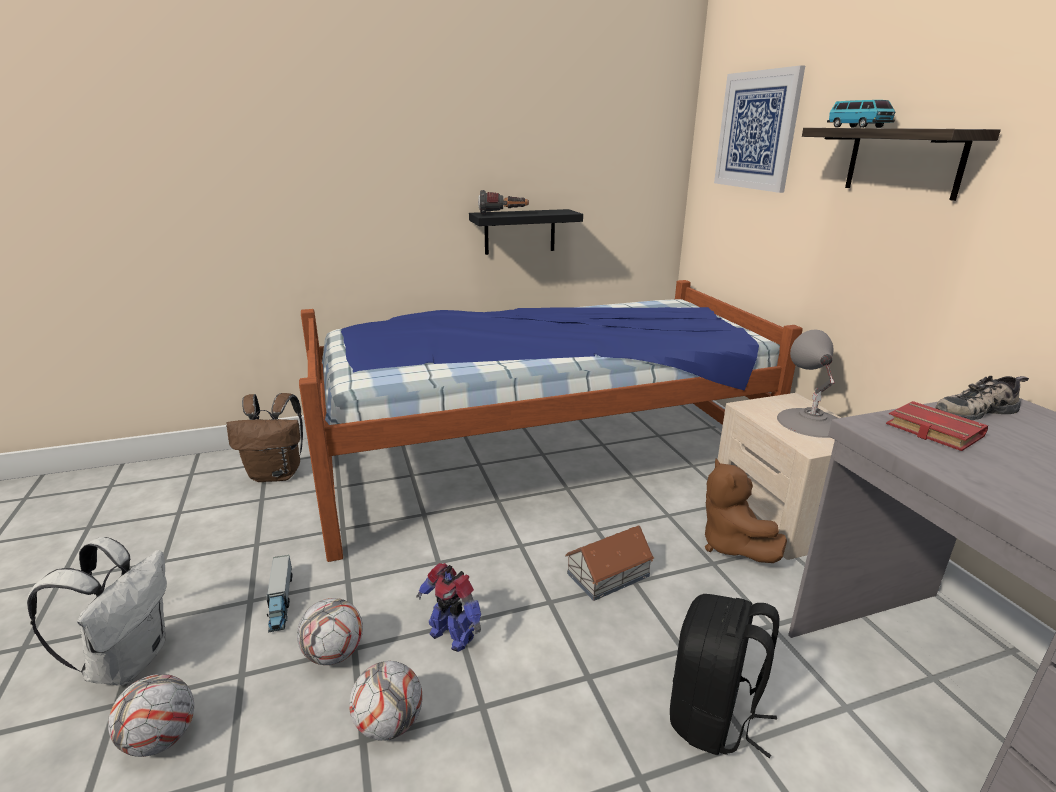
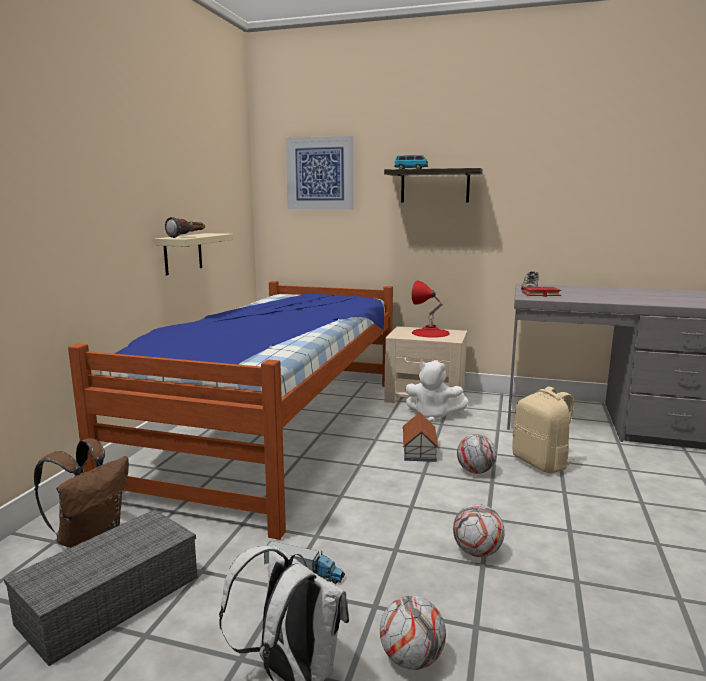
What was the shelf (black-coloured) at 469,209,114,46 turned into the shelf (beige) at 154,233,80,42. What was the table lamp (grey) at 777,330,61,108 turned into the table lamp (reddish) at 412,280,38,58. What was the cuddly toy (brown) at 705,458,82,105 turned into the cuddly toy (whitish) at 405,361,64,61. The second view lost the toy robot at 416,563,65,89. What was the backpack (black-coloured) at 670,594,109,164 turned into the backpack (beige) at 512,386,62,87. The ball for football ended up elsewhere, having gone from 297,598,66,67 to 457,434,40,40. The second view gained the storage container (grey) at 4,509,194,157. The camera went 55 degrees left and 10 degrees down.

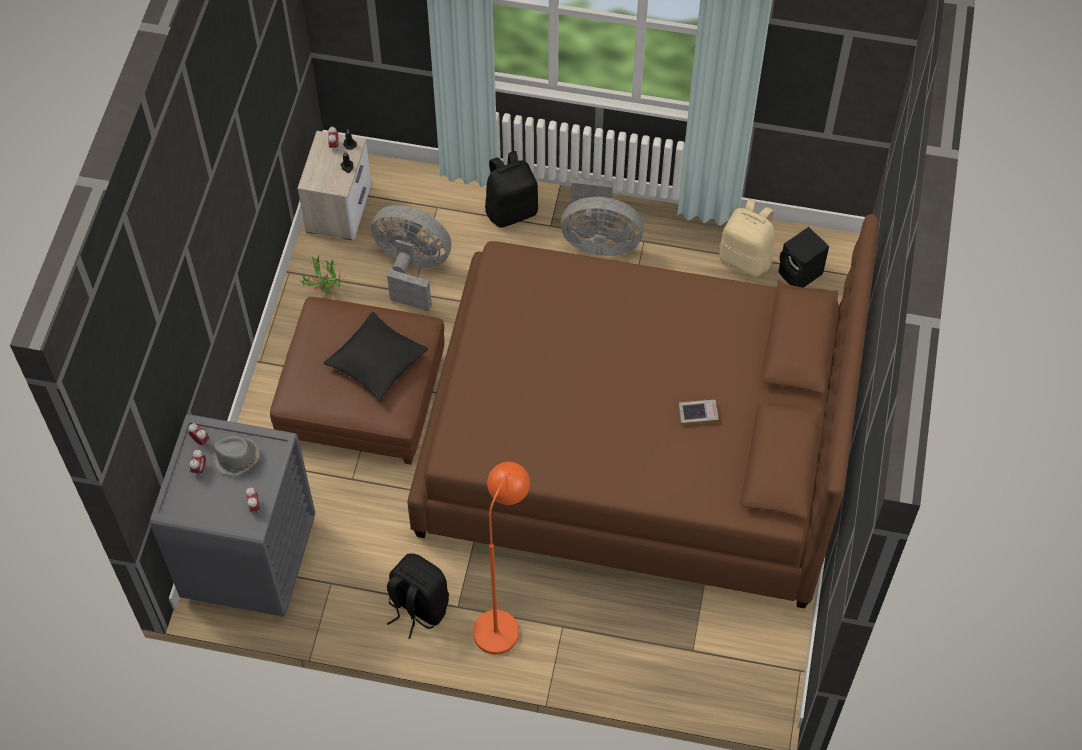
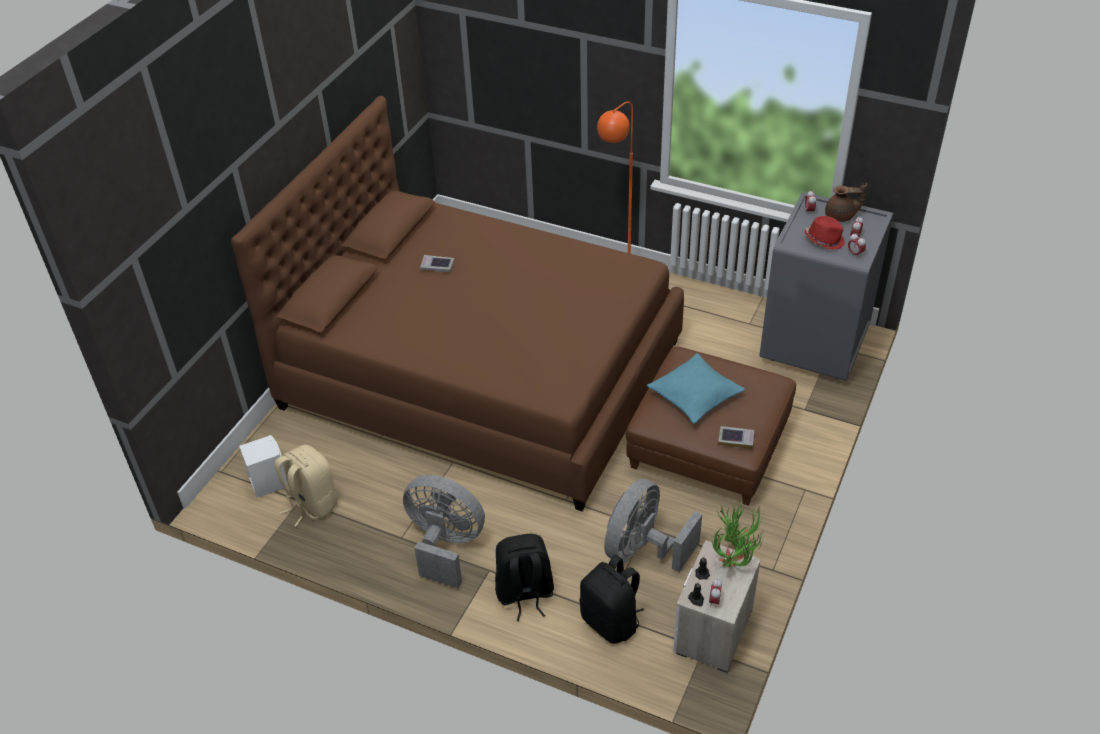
The cooling fan (grey) at 371,205,81,106 ended up facing another way, 90 degrees clockwise from before. What was the speaker (black-coloured) at 778,227,51,61 turned into the speaker (whitish) at 239,435,49,63. What was the pillow (black-coloured) at 324,312,104,89 turned into the pillow (blue-green) at 647,353,98,71. What was the hat (grey) at 212,436,48,39 turned into the hat (reddish) at 805,216,40,34. The backpack (black-coloured) ended up elsewhere, having gone from 387,553,62,86 to 580,554,64,90. The second view gained the teapot (brown) at 825,183,42,39. The second view gained the book at 718,426,36,23. The second view gained the plant in a pot at 712,524,50,44. The camera went 165 degrees left and 15 degrees down.

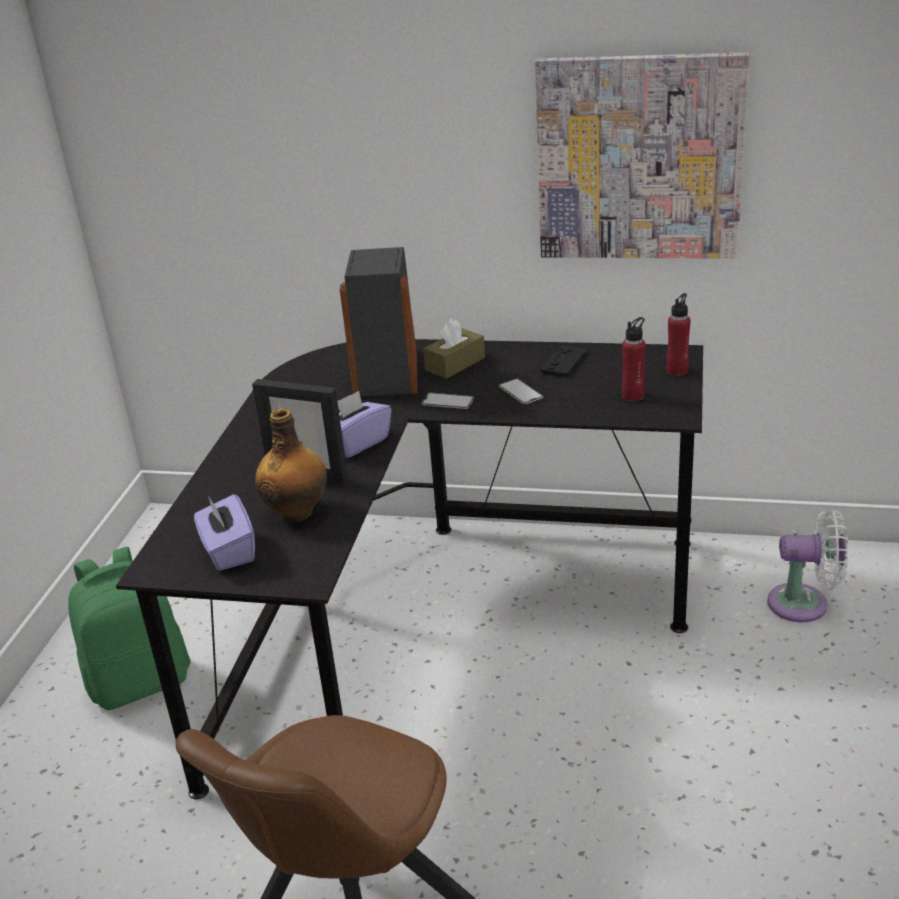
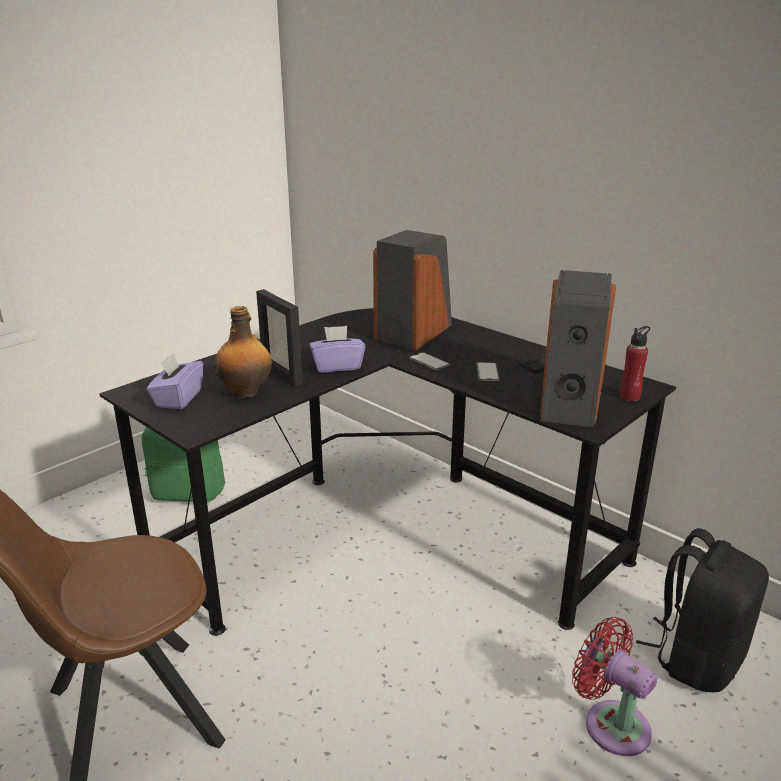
The second view lost the picture at 535,52,215,207. Where the drink bottle (reddish) stood at 622,317,24,84, the speaker came to stand at 540,270,76,158. The second view lost the box of tissues (brown) at 423,319,62,60. Where the cooling fan (whitish) stood at 767,509,81,113, the backpack (black-coloured) came to stand at 636,528,133,164. The second view gained the cooling fan (reddish) at 572,617,85,139. The camera went 30 degrees right and 5 degrees down.

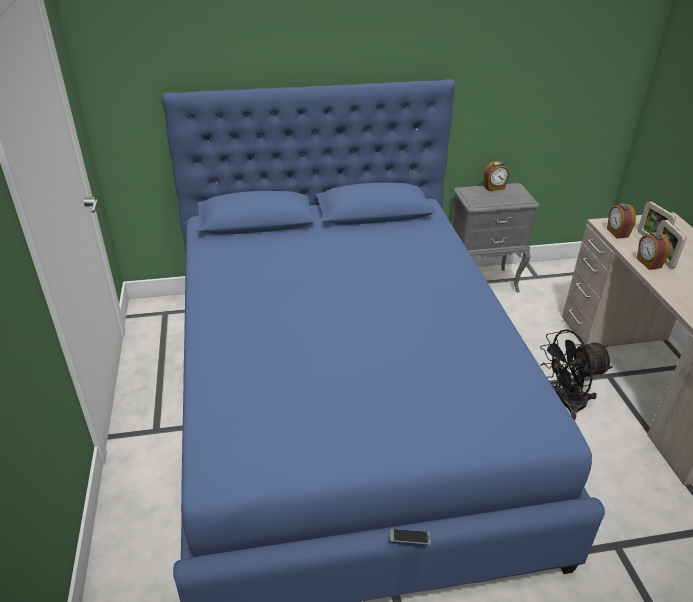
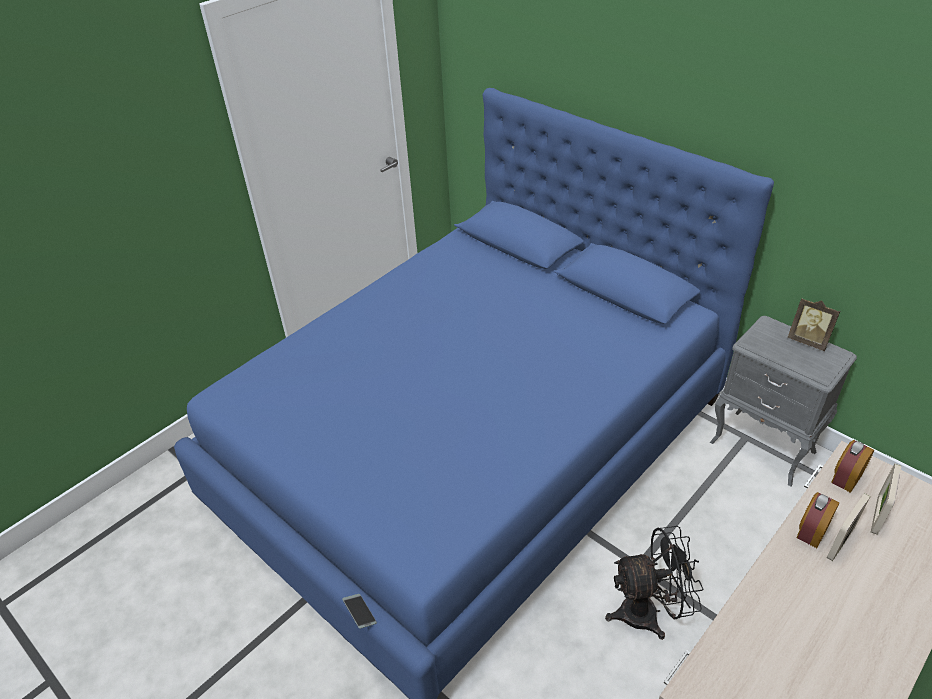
Where the alarm clock stood at 484,161,26,30, the picture frame came to stand at 788,298,52,53. The cooling fan (black-coloured) at 540,329,72,91 ended up facing another way, 135 degrees clockwise from before. The handset ended up elsewhere, having gone from 390,529,41,16 to 342,594,35,35. The camera went 55 degrees right and 5 degrees up.

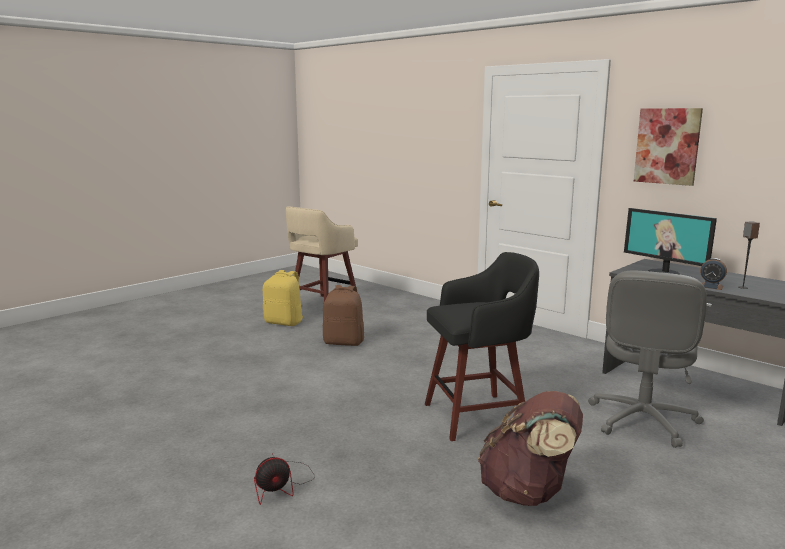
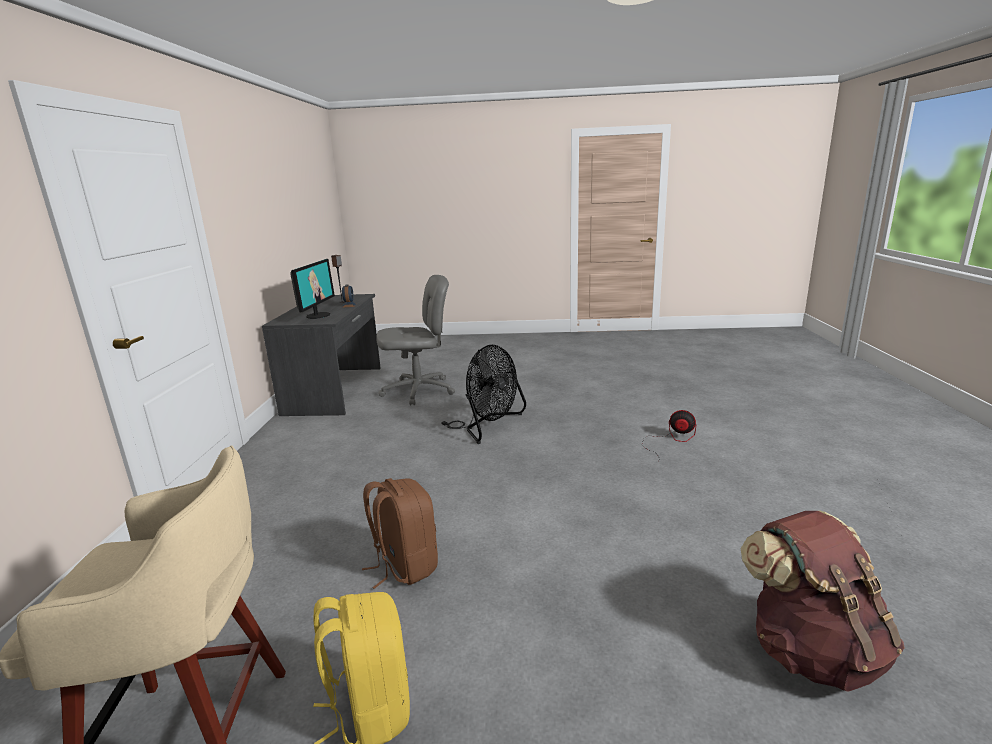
The second view lost the picture at 634,108,69,78. Where the sitting stool (black-coloured) stood at 425,252,114,189, the cooling fan (black-coloured) came to stand at 441,345,85,99. The backpack (brown) ended up elsewhere, having gone from 478,391,105,115 to 741,510,164,182. The camera went 130 degrees left and 5 degrees up.

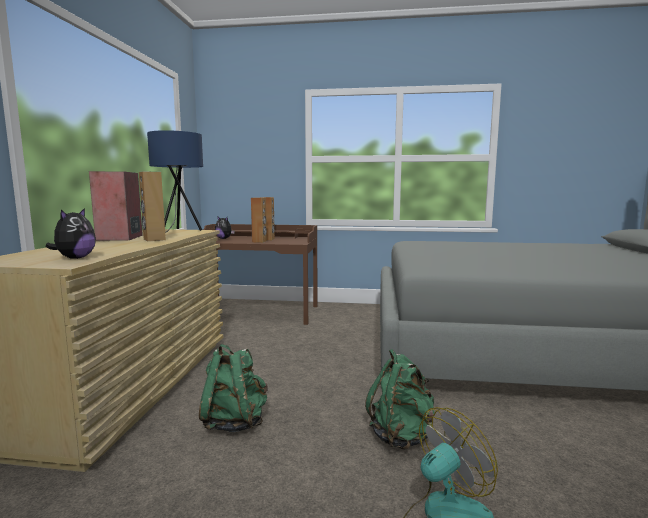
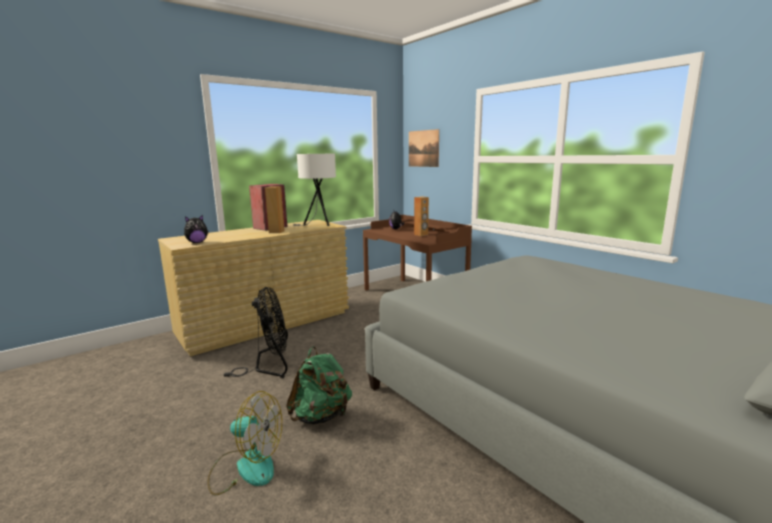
What was the table lamp (bluish) at 147,130,56,103 turned into the table lamp (whitish) at 293,154,43,72. The second view lost the speaker (brown) at 251,197,16,46. Where the backpack (greenish) stood at 199,344,69,88, the cooling fan (black-coloured) came to stand at 223,287,65,91. The second view gained the picture at 409,129,30,38. The camera went 45 degrees right and 5 degrees up.

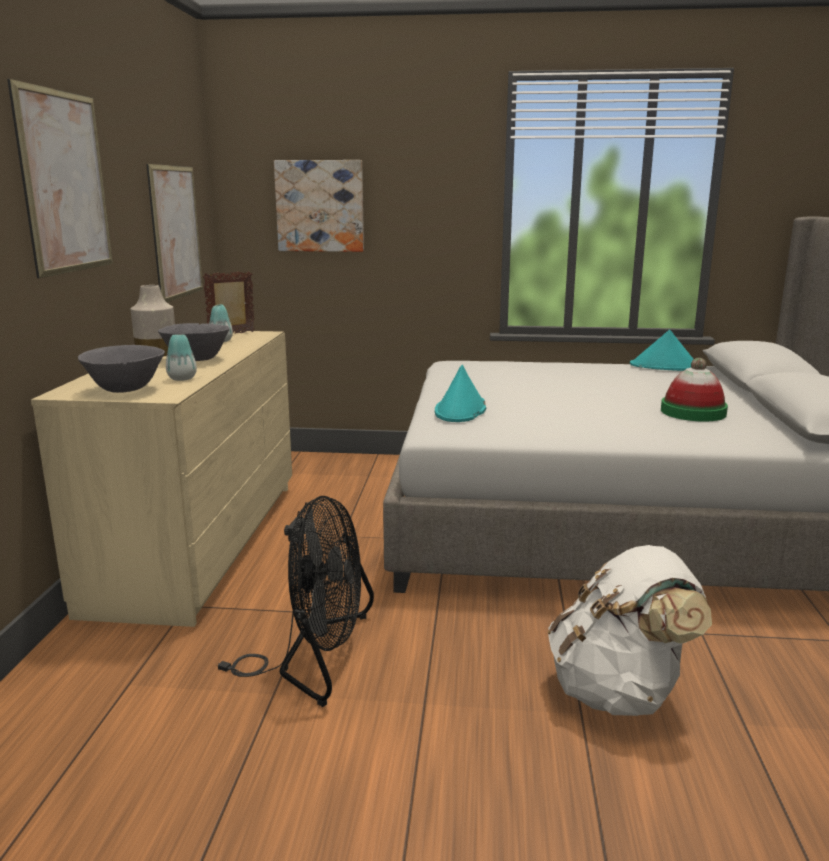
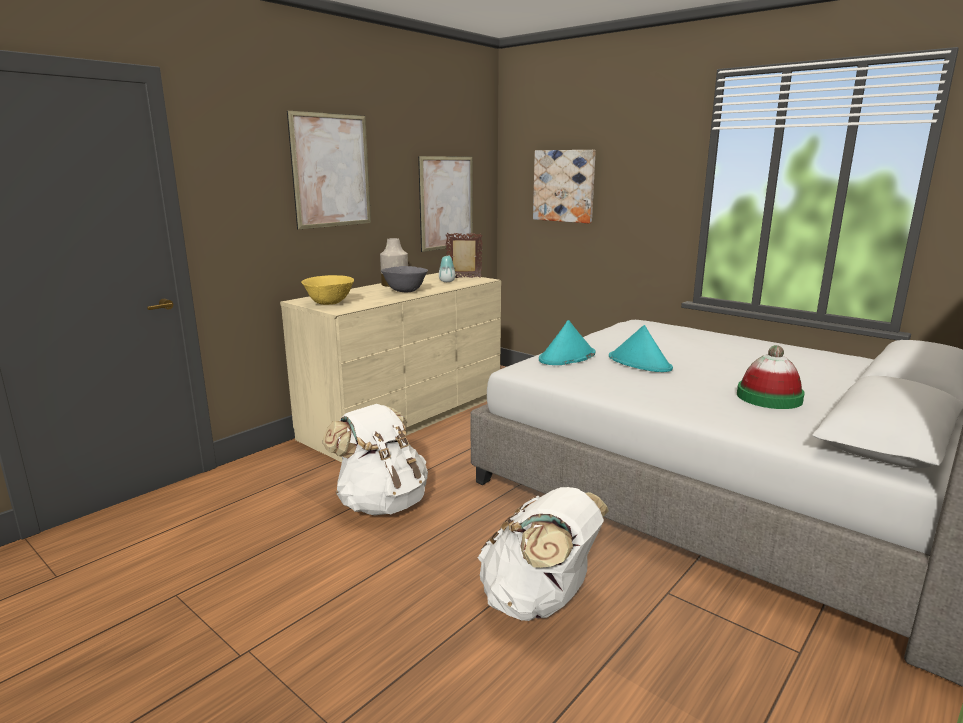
The hat (blue-green) ended up elsewhere, having gone from 630,330,64,41 to 609,325,64,47. The second view lost the decorative vase at 166,334,31,47. What was the bowl (grey) at 78,345,87,48 turned into the bowl (yellowish) at 301,275,53,30. Where the cooling fan (black-coloured) stood at 217,496,157,211, the backpack (whitish) came to stand at 323,404,105,111. The camera went 35 degrees right and 0 degrees up.

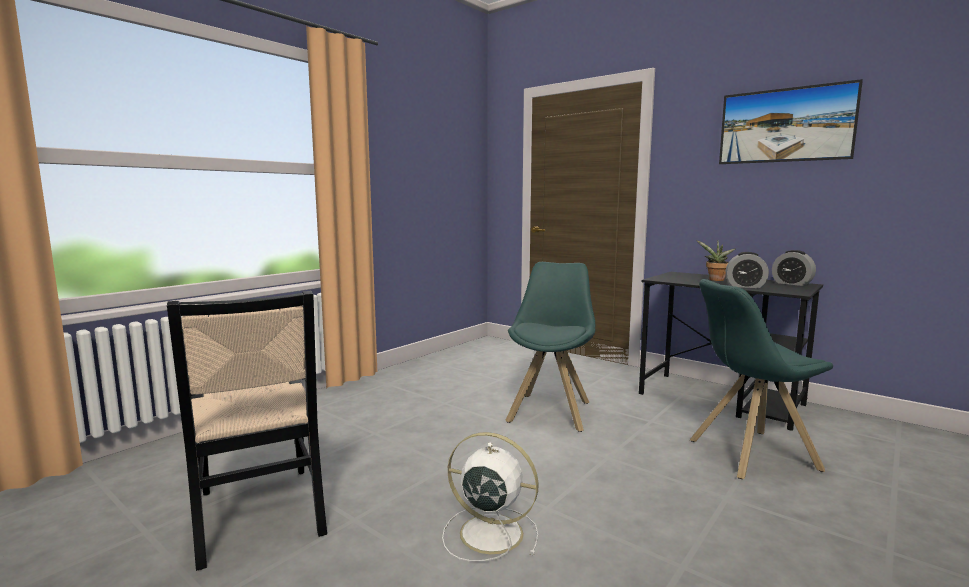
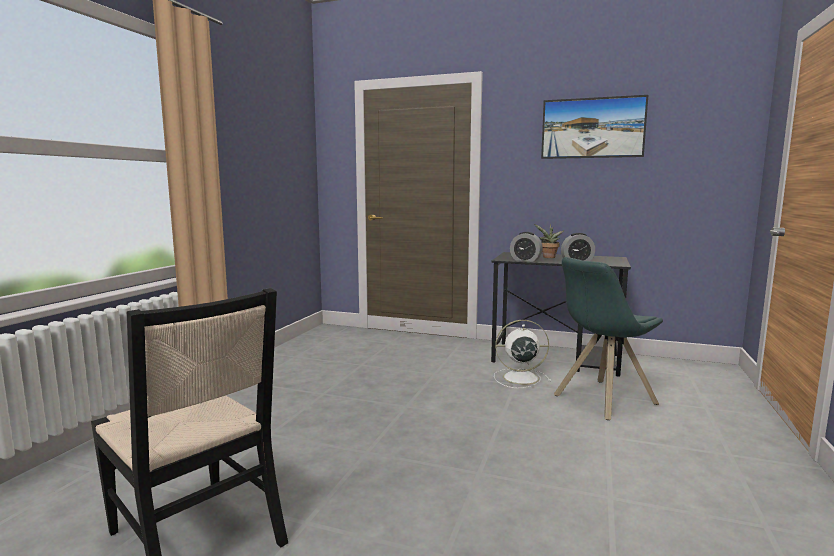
The alarm clock ended up elsewhere, having gone from 772,250,44,36 to 510,232,33,30. The second view lost the chair (blue-green) at 505,262,90,170. The cooling fan (whitish) ended up elsewhere, having gone from 442,432,97,130 to 494,320,57,68. The camera went 20 degrees left and 0 degrees up.

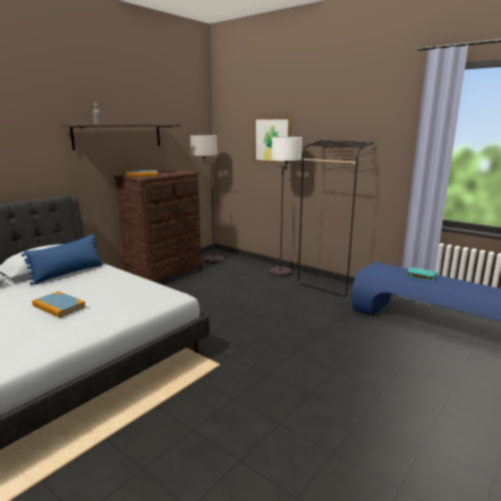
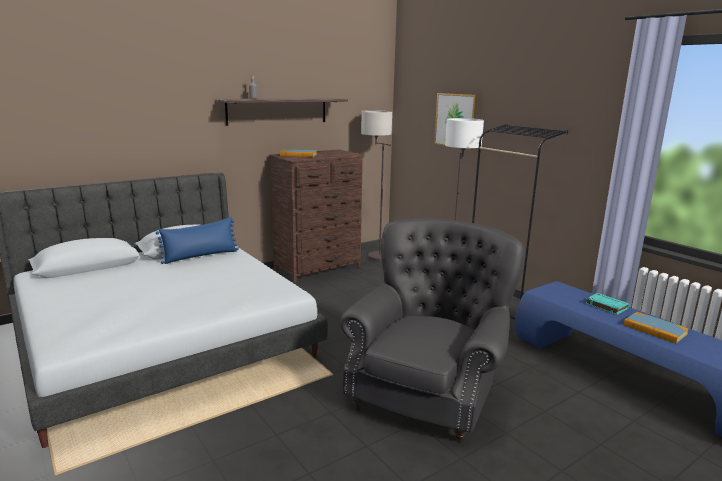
The book ended up elsewhere, having gone from 32,291,54,27 to 624,312,65,31. The second view gained the armchair (grey) at 340,218,185,225. The camera went 15 degrees right and 0 degrees up.

